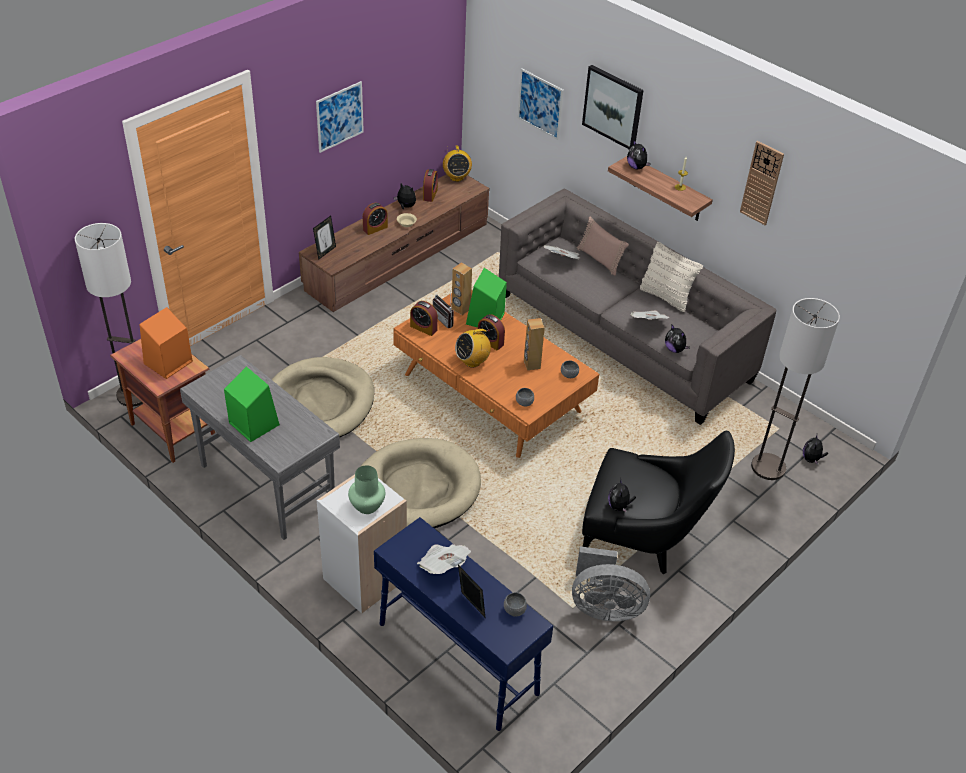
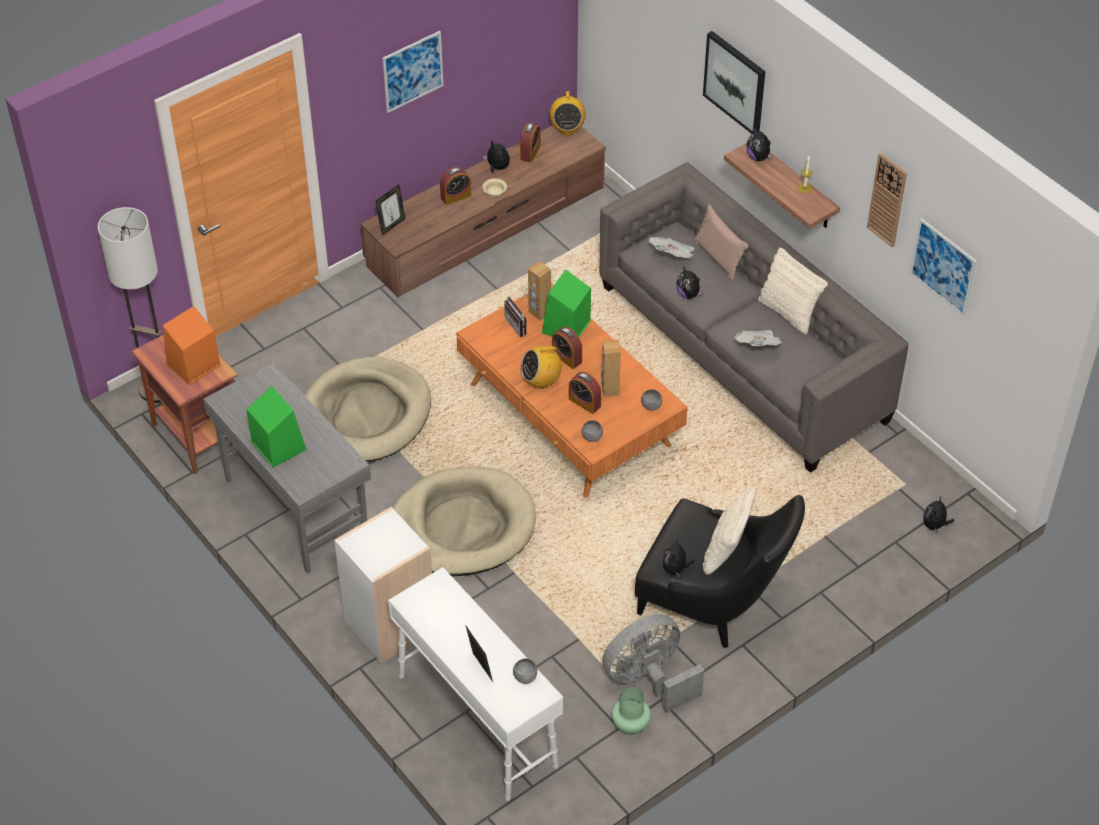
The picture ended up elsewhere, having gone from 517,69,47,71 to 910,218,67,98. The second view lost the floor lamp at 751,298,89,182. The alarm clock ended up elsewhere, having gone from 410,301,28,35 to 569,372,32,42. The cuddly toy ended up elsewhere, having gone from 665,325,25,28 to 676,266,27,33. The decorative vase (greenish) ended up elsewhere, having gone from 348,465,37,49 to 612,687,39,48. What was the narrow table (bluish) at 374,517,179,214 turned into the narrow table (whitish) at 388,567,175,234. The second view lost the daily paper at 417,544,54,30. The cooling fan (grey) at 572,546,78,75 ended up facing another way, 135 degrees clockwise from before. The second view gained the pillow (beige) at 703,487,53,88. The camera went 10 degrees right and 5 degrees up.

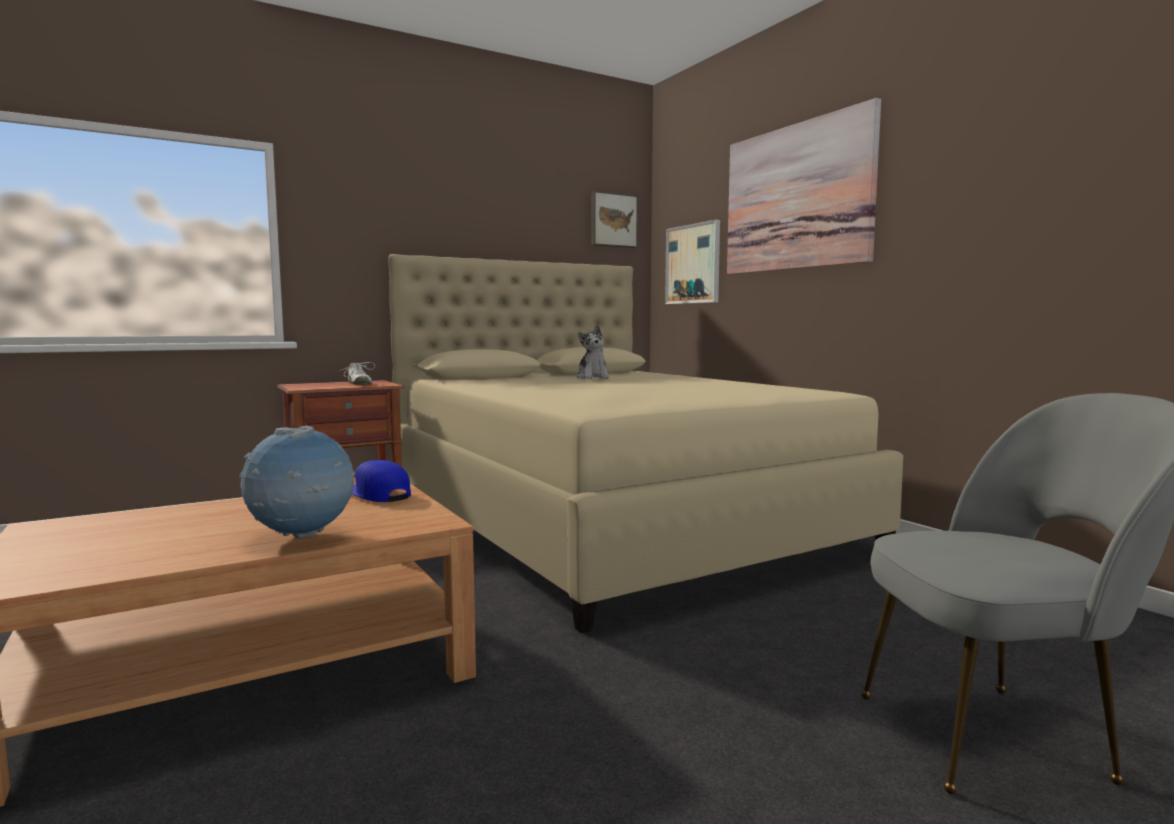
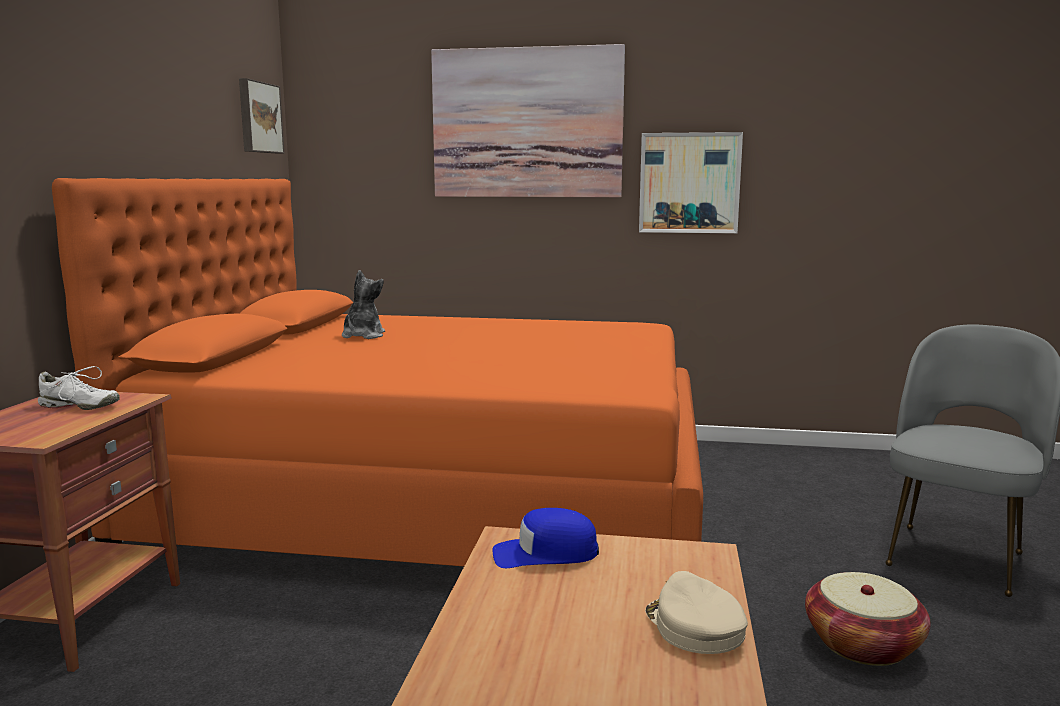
The picture ended up elsewhere, having gone from 665,220,55,84 to 639,132,104,101. What was the sleeping bed (beige) at 388,254,515,379 turned into the sleeping bed (orange) at 52,178,651,388. The cuddly toy at 576,325,33,54 ended up facing another way, 105 degrees counterclockwise from before. Where the desk globe stood at 239,426,116,113, the baseball cap (beige) came to stand at 645,571,103,83. The second view gained the basket at 805,572,126,94. The camera went 50 degrees left and 5 degrees up.

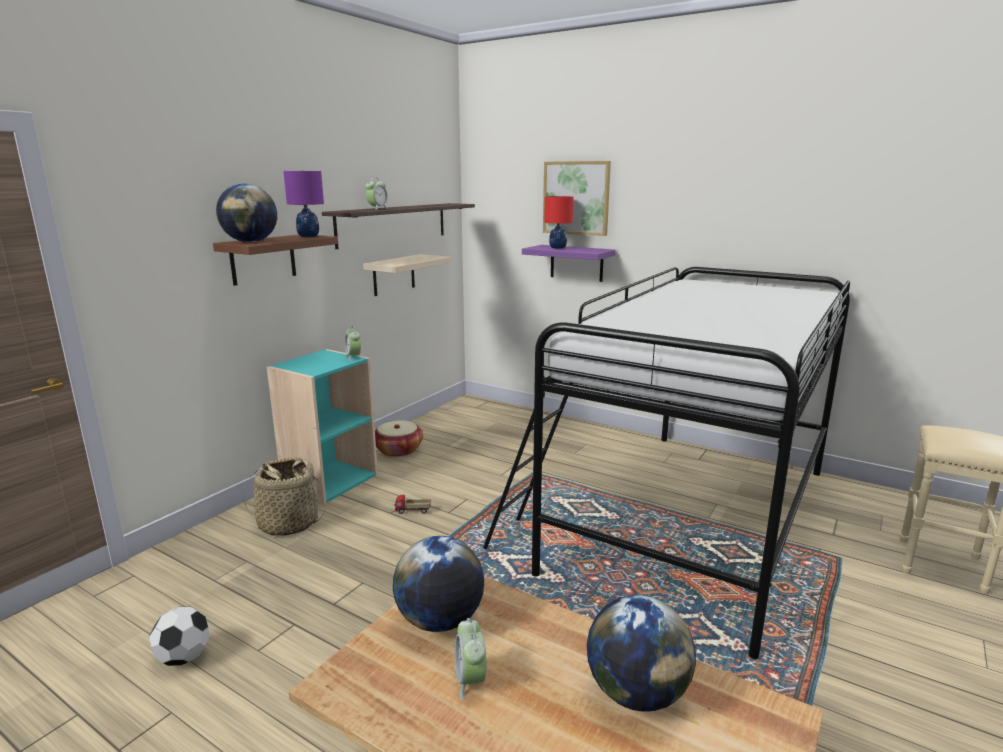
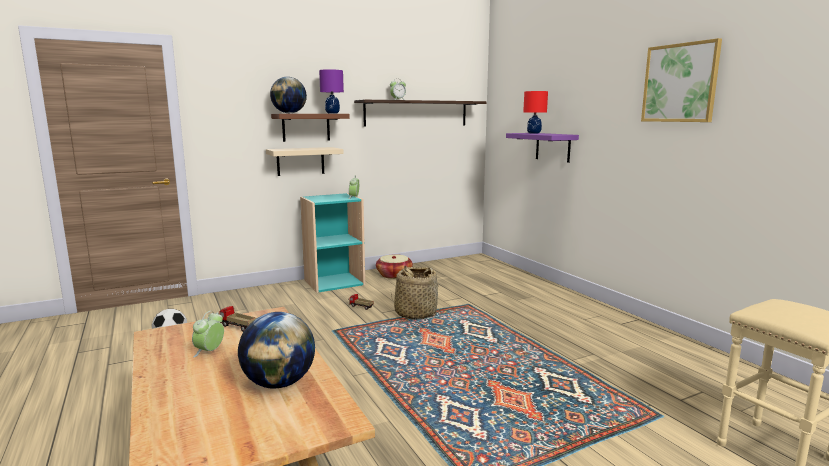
The picture ended up elsewhere, having gone from 543,161,68,75 to 641,38,81,84. The shelf (beige) ended up elsewhere, having gone from 363,254,89,42 to 266,147,78,29. The second view lost the sleeping bed (black-coloured) at 483,267,367,392. The basket ended up elsewhere, having gone from 243,457,82,79 to 391,265,48,54. Where the desk globe stood at 393,536,91,96, the toy truck came to stand at 219,306,37,26. The camera went 30 degrees right and 5 degrees down.

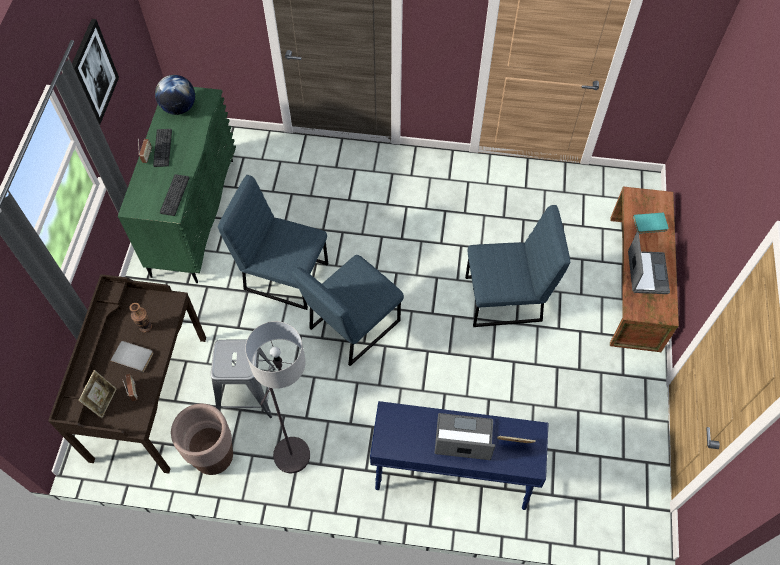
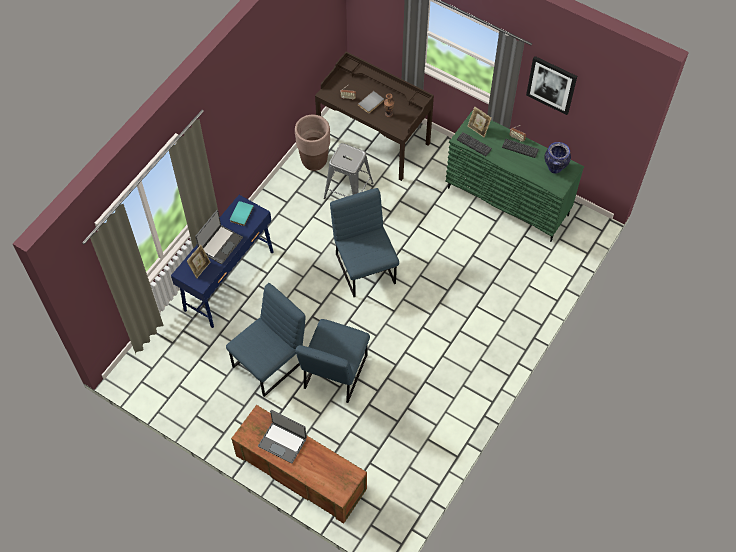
Where the desk globe stood at 155,75,40,40, the decorative vase came to stand at 545,142,26,32. The chair (bluish) ended up elsewhere, having gone from 218,175,110,135 to 226,283,79,114. The book (blue-green) ended up elsewhere, having gone from 633,212,36,22 to 230,201,24,25. The second view lost the floor lamp (grey) at 245,321,65,152. The picture frame ended up elsewhere, having gone from 78,370,39,48 to 468,107,24,30. The camera went 115 degrees right and 0 degrees up.

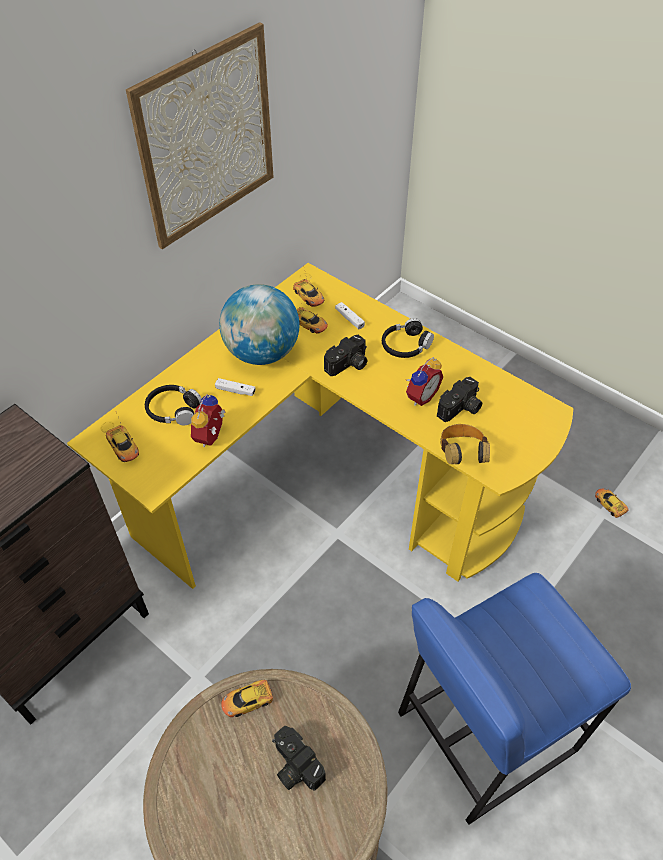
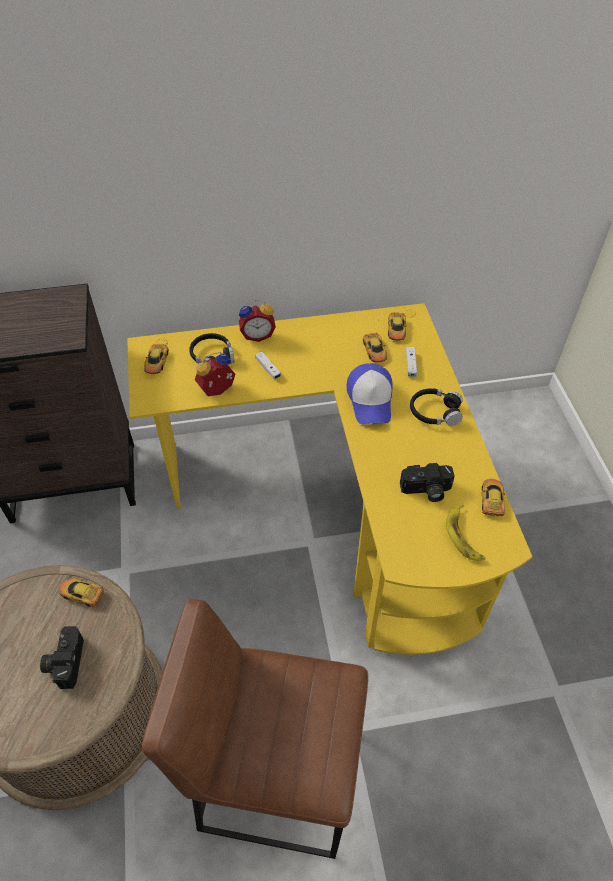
The second view lost the picture at 126,22,147,227. The second view lost the desk globe at 219,284,81,81. Where the photo camera stood at 324,335,44,41, the baseball cap came to stand at 347,363,46,62. The alarm clock ended up elsewhere, having gone from 406,357,37,49 to 239,300,37,42. The second view lost the headphones at 440,424,50,40. The miniature car ended up elsewhere, having gone from 595,488,34,30 to 482,479,23,37. What was the chair (bluish) at 398,573,233,252 turned into the chair (brown) at 142,598,226,261. The second view gained the banana at 446,504,39,57. The camera went 40 degrees right and 0 degrees up.

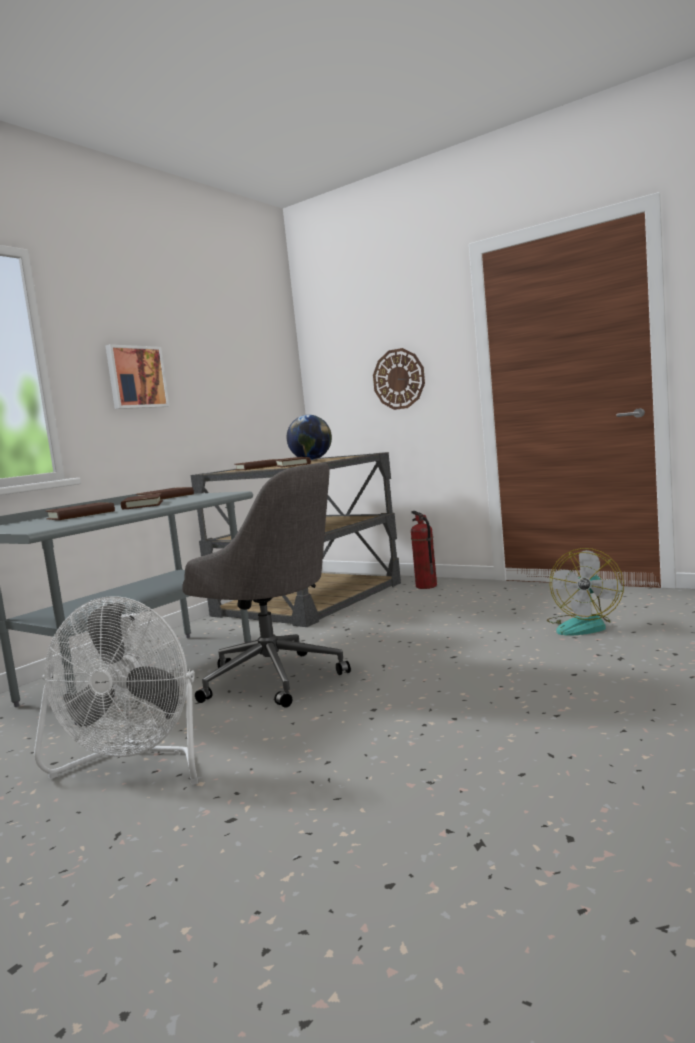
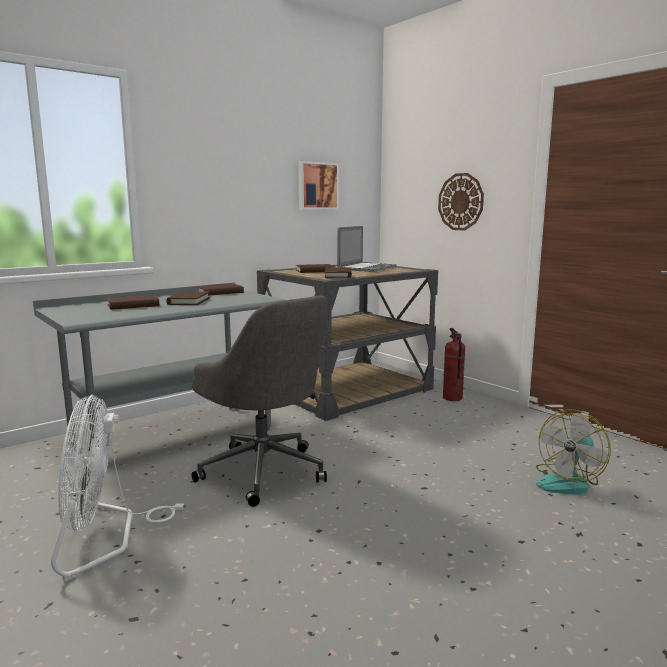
The picture ended up elsewhere, having gone from 106,344,63,65 to 298,161,41,49. Where the desk globe stood at 286,415,46,45, the laptop came to stand at 337,226,60,46. The cooling fan (whitish) at 34,596,164,189 ended up facing another way, 45 degrees clockwise from before. The camera went 15 degrees right and 5 degrees up.

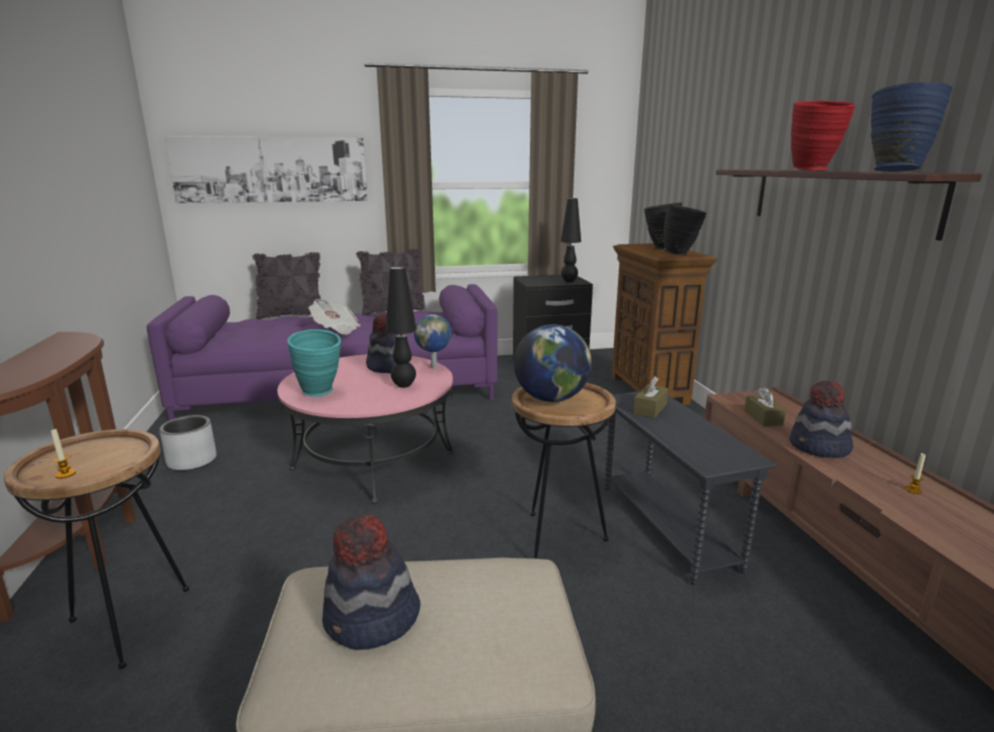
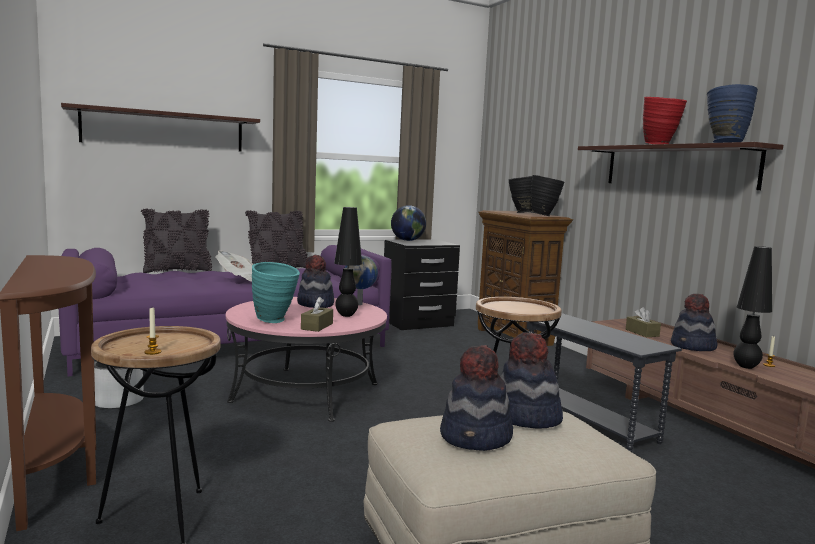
Where the picture hung at 165,136,203,67, the shelf came to hang at 61,103,199,49. The table lamp (black-coloured) ended up elsewhere, having gone from 560,198,21,84 to 733,246,39,123. The desk globe ended up elsewhere, having gone from 514,324,78,78 to 391,205,35,36. The box of tissues (brown) ended up elsewhere, having gone from 633,376,35,42 to 301,297,32,35. The second view gained the hat at 500,332,63,97. The camera went 15 degrees left and 10 degrees down.

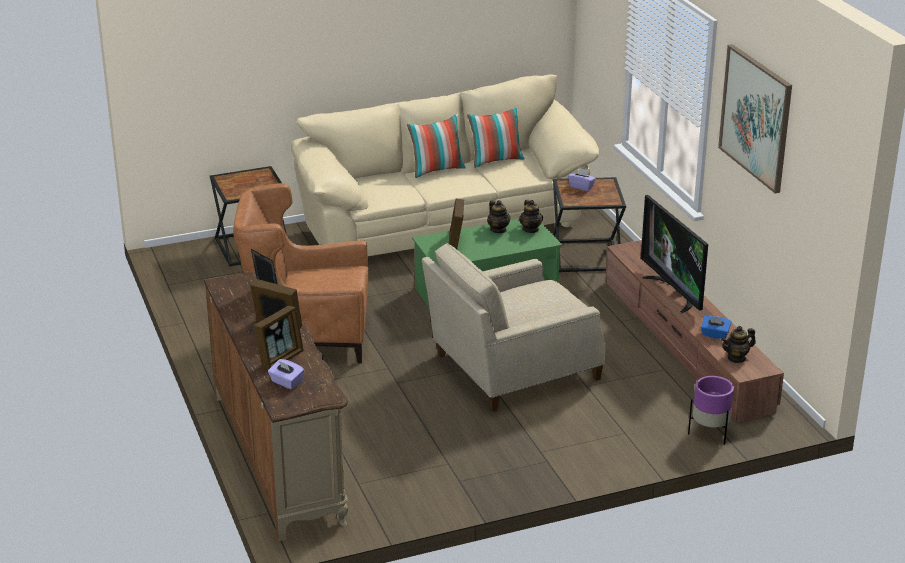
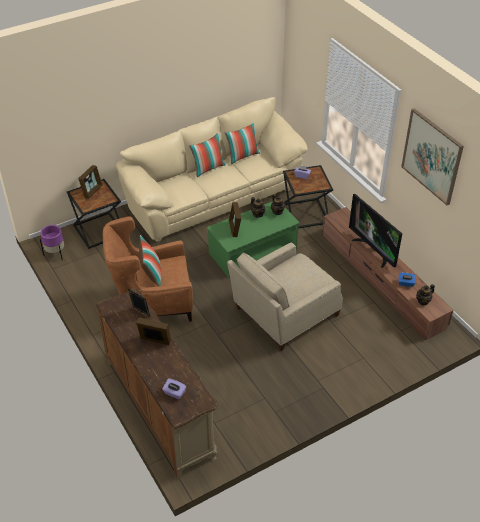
The picture frame ended up elsewhere, having gone from 254,306,50,65 to 78,165,25,34. The flower pot (purple-coloured) ended up elsewhere, having gone from 688,376,46,69 to 40,225,24,35. The second view gained the pillow at 139,235,22,51. The camera went 10 degrees left and 15 degrees up.

